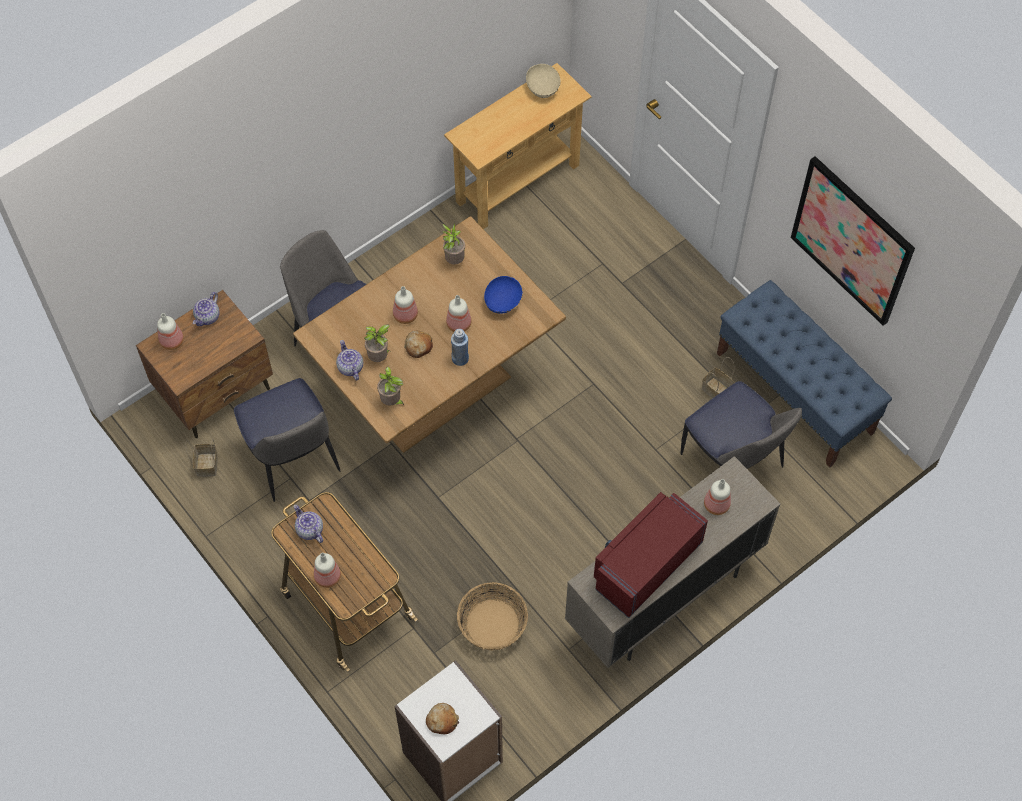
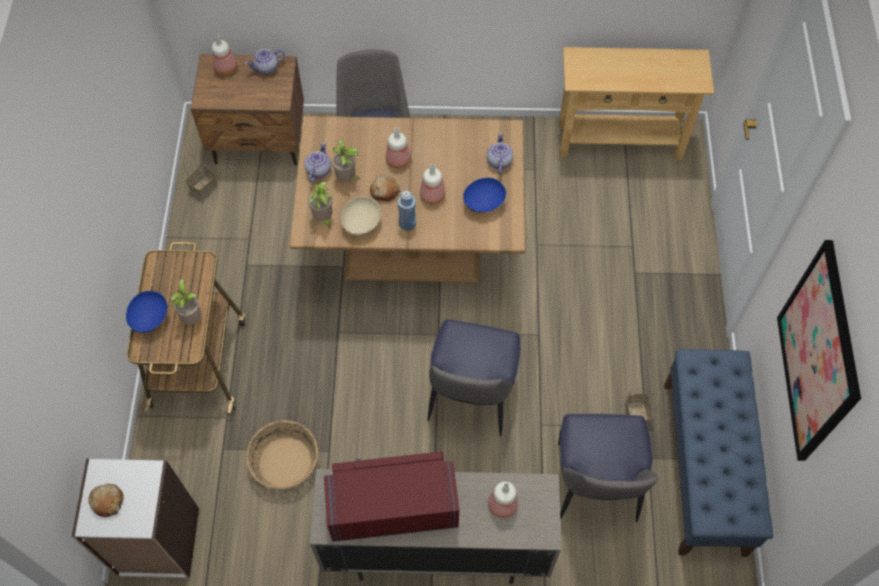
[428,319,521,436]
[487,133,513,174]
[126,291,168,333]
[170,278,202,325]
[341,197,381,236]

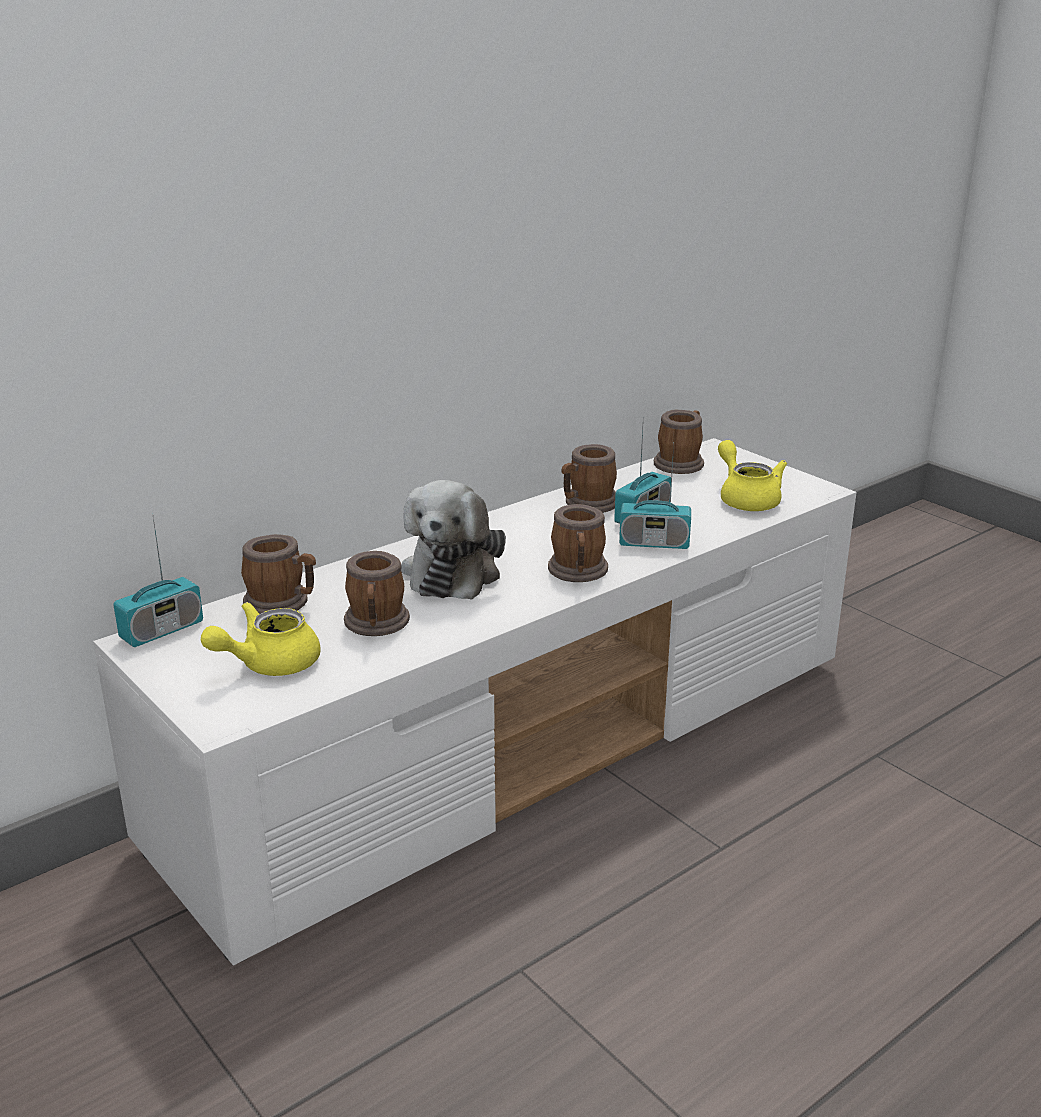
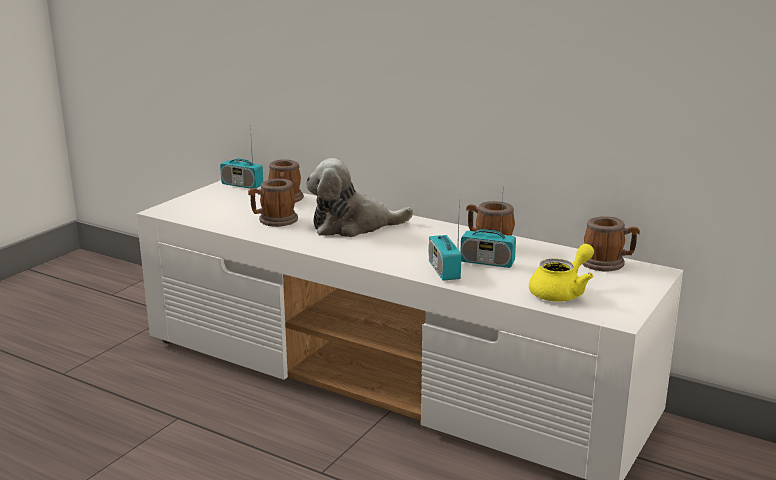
[201,602,321,676] (first image)
[548,504,608,582] (first image)

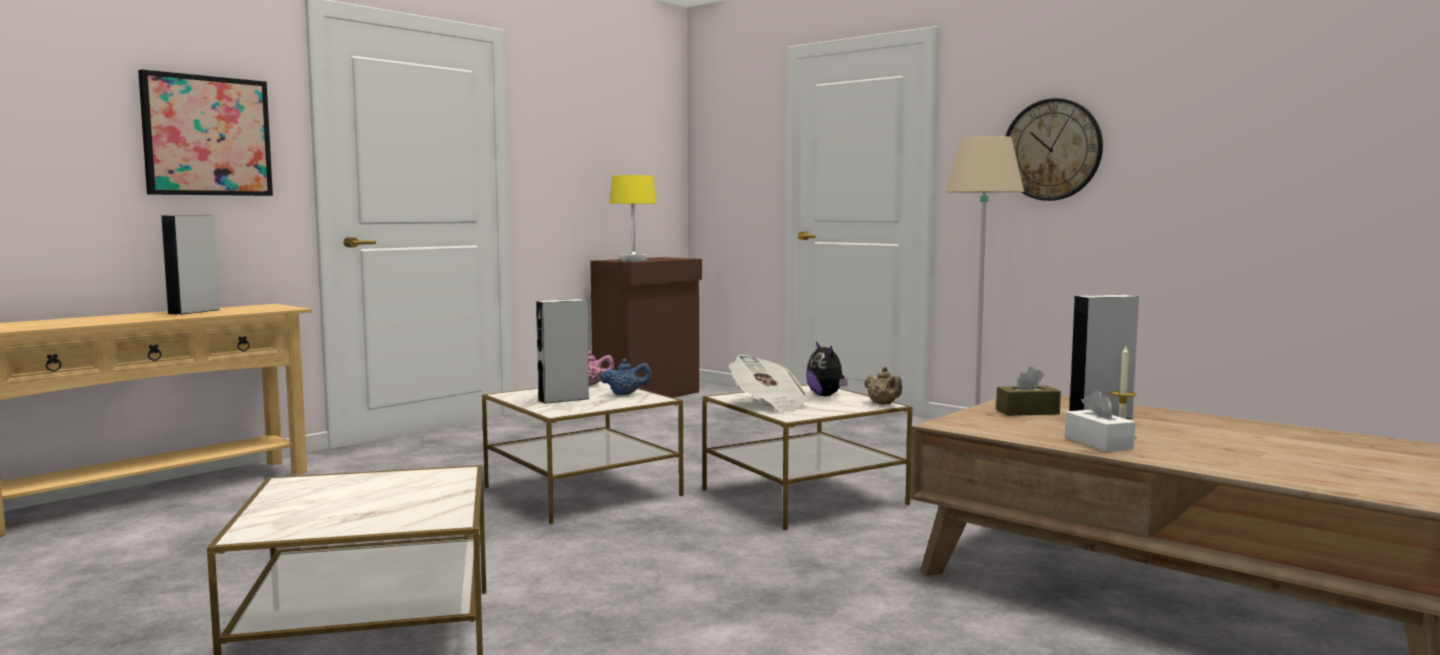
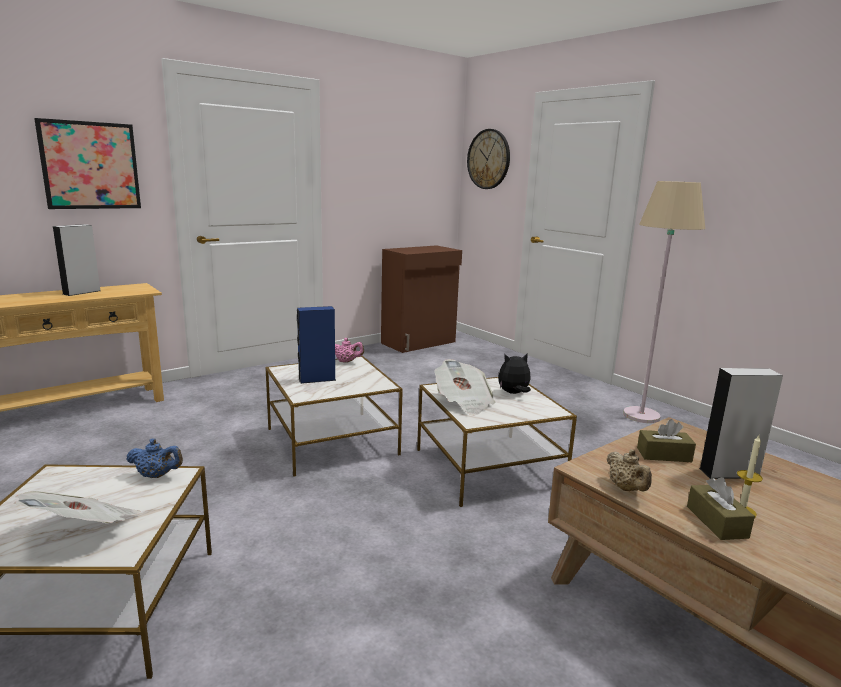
[297,306,336,384]
[126,439,183,478]
[610,175,656,262] (first image)
[498,353,531,394]
[607,449,652,492]
[467,129,510,189]
[687,477,755,540]
[14,491,141,523]

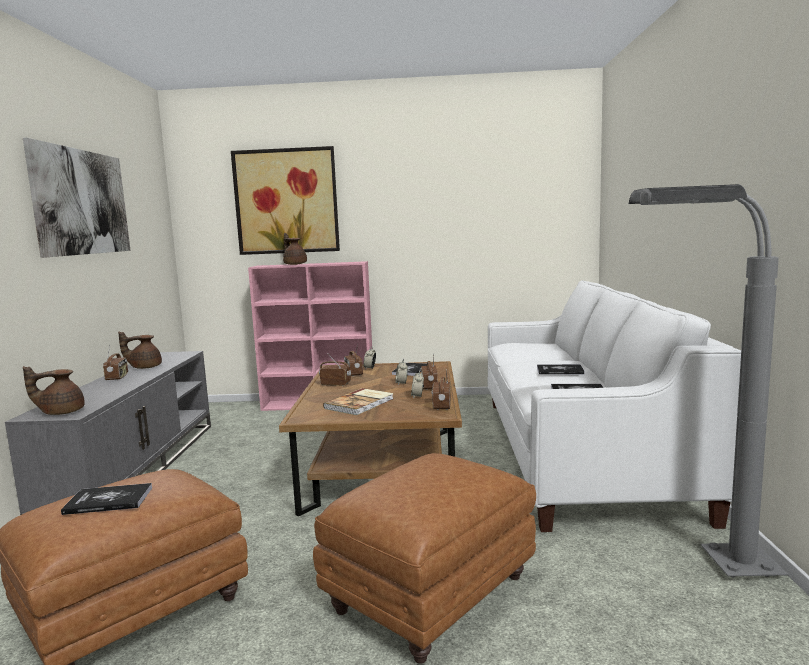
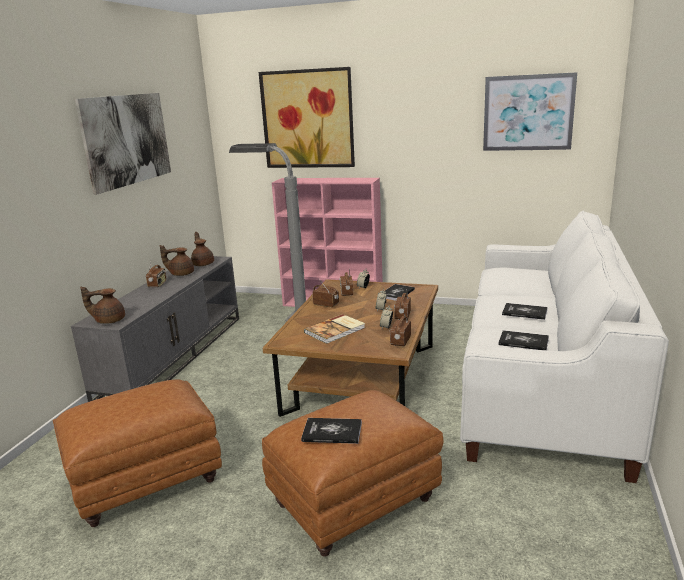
[301,418,362,444]
[191,232,214,266]
[229,143,306,321]
[483,72,577,151]

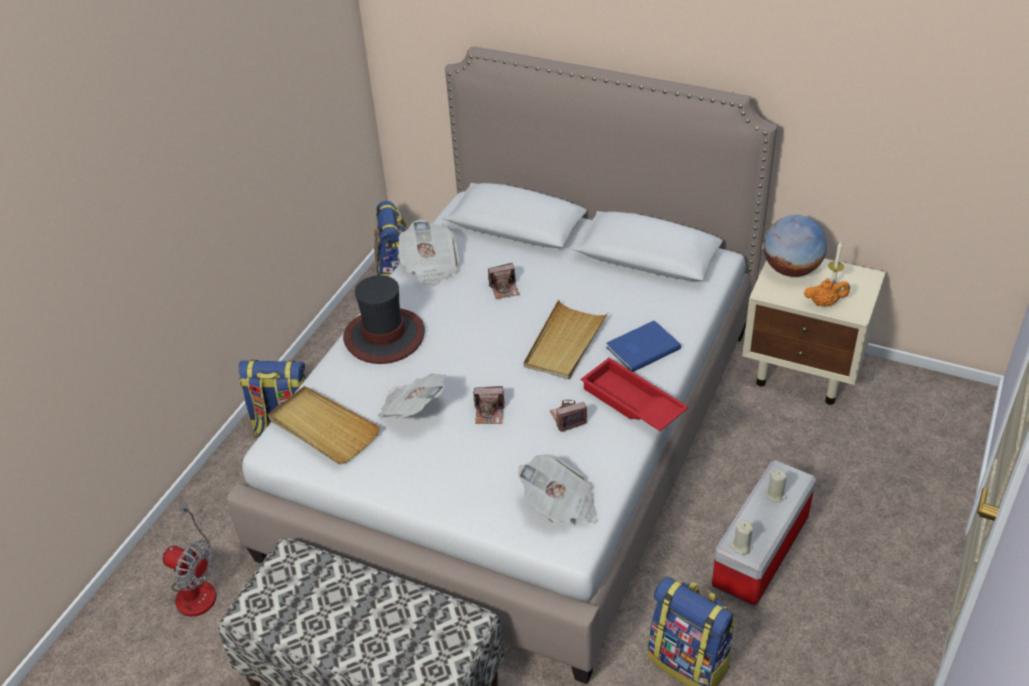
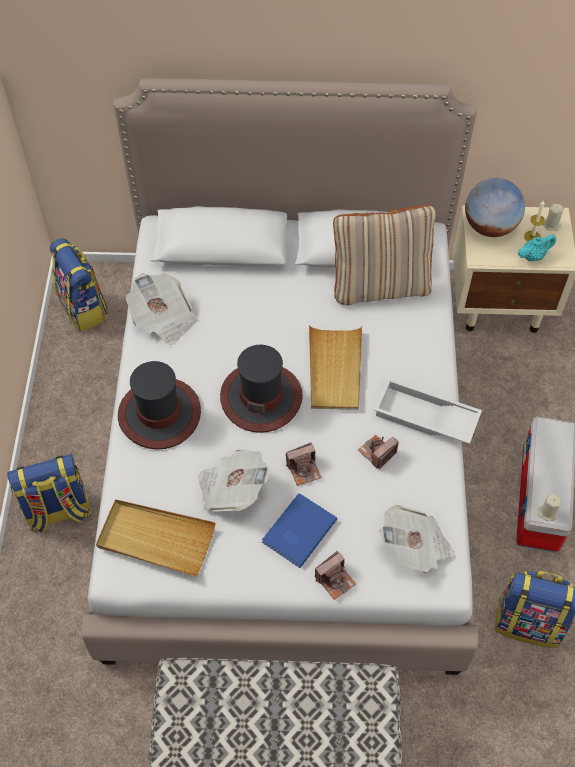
[162,500,217,617] (first image)
[315,551,356,600]
[374,378,482,444]
[262,493,337,568]
[543,204,564,231]
[518,234,556,261]
[220,345,303,433]
[333,205,436,305]

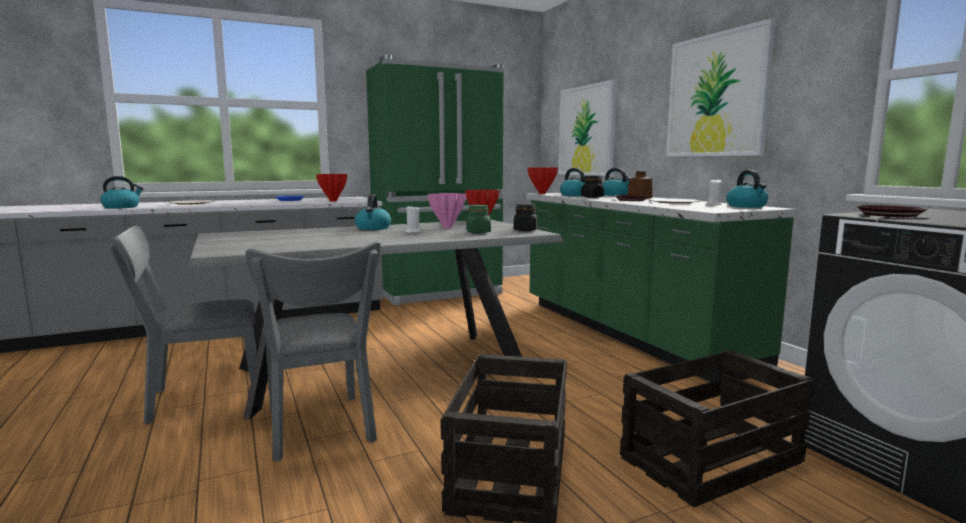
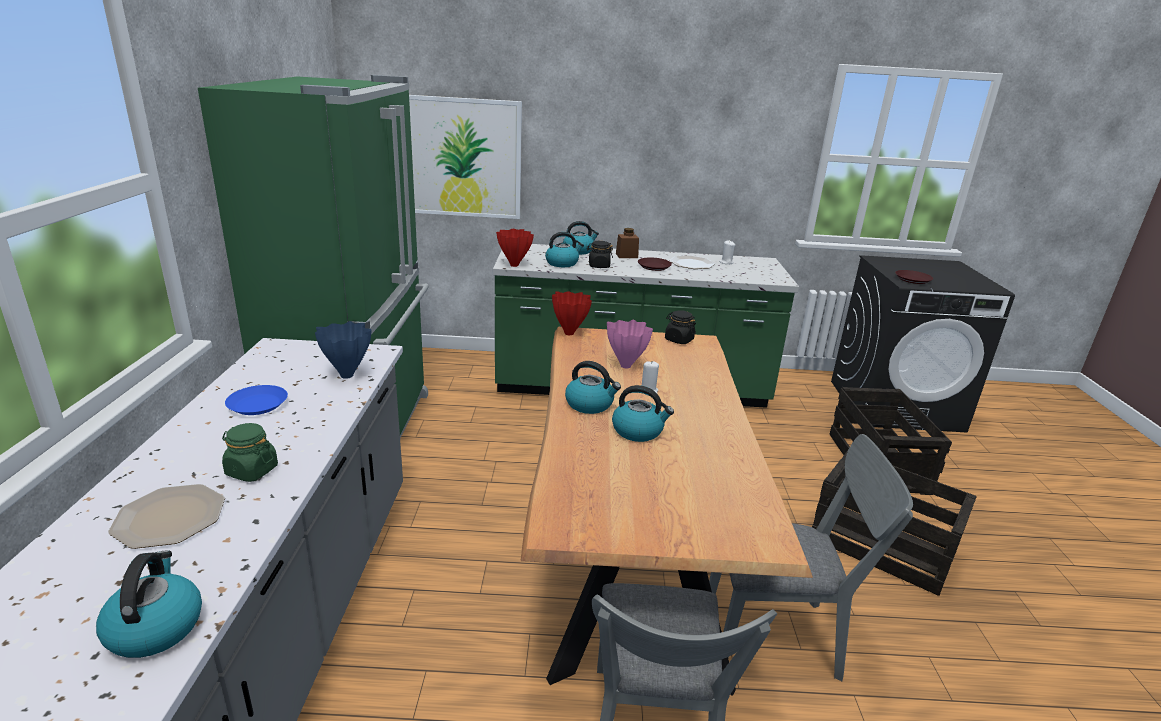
[521,327,813,696]
[315,321,371,379]
[222,423,278,482]
[666,18,776,157] (first image)
[612,385,674,442]

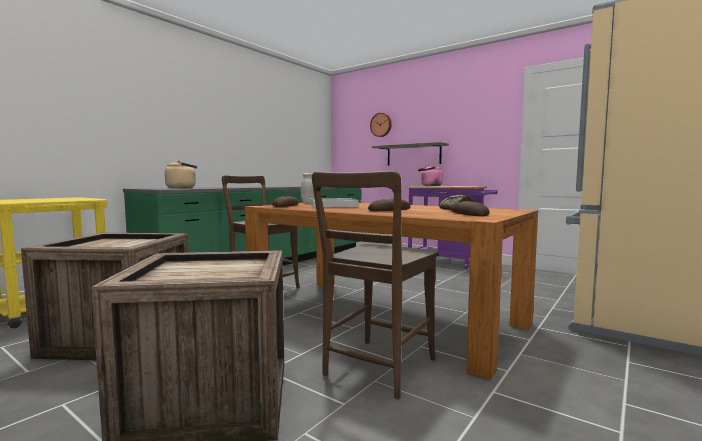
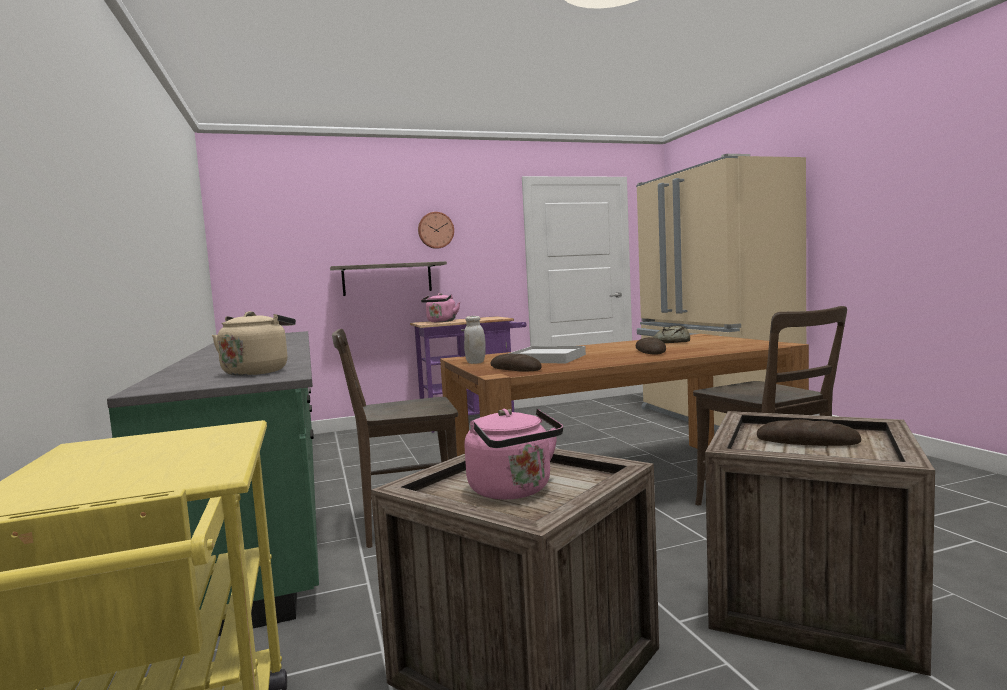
[418,212,454,249]
[757,419,861,446]
[465,409,563,499]

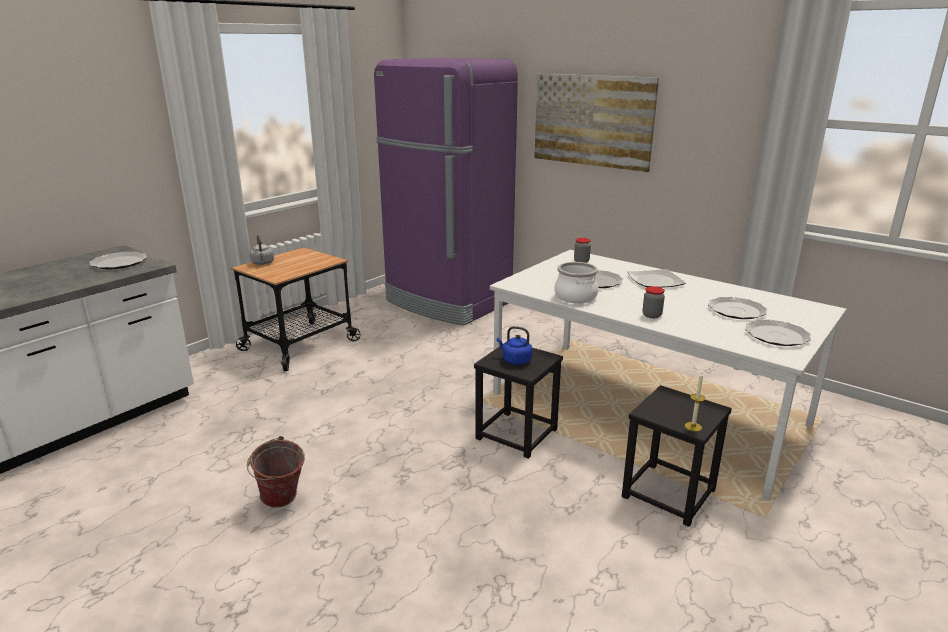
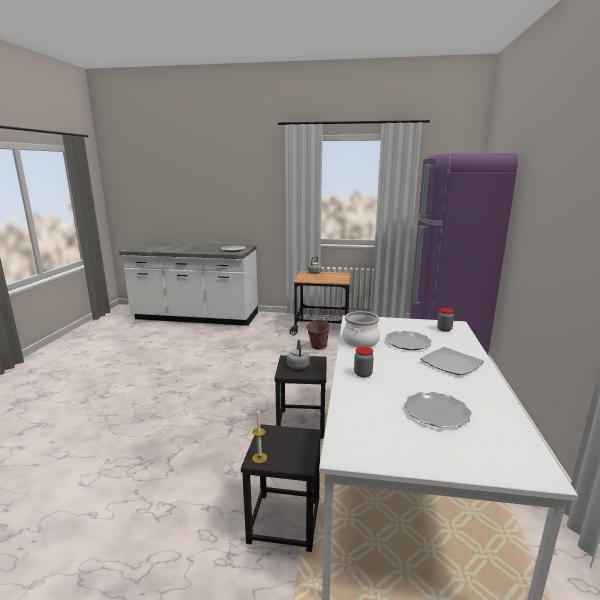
[305,320,330,350]
[287,339,310,369]
[534,73,659,172] (first image)
[745,320,811,346] (first image)

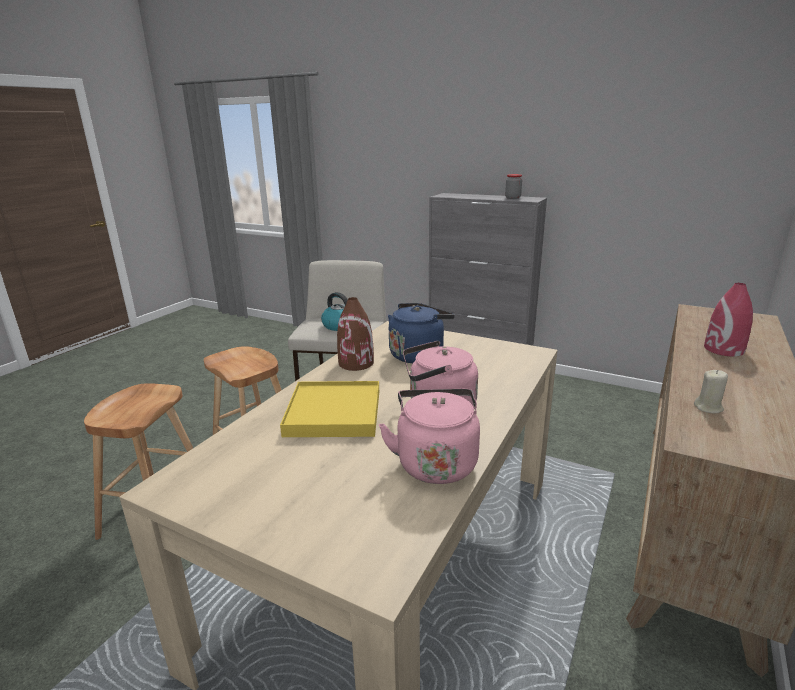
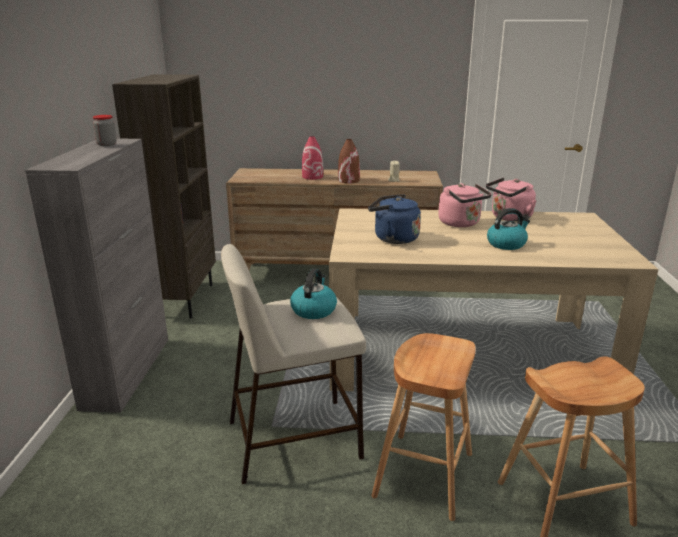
[487,208,530,250]
[338,139,360,183]
[112,74,216,319]

